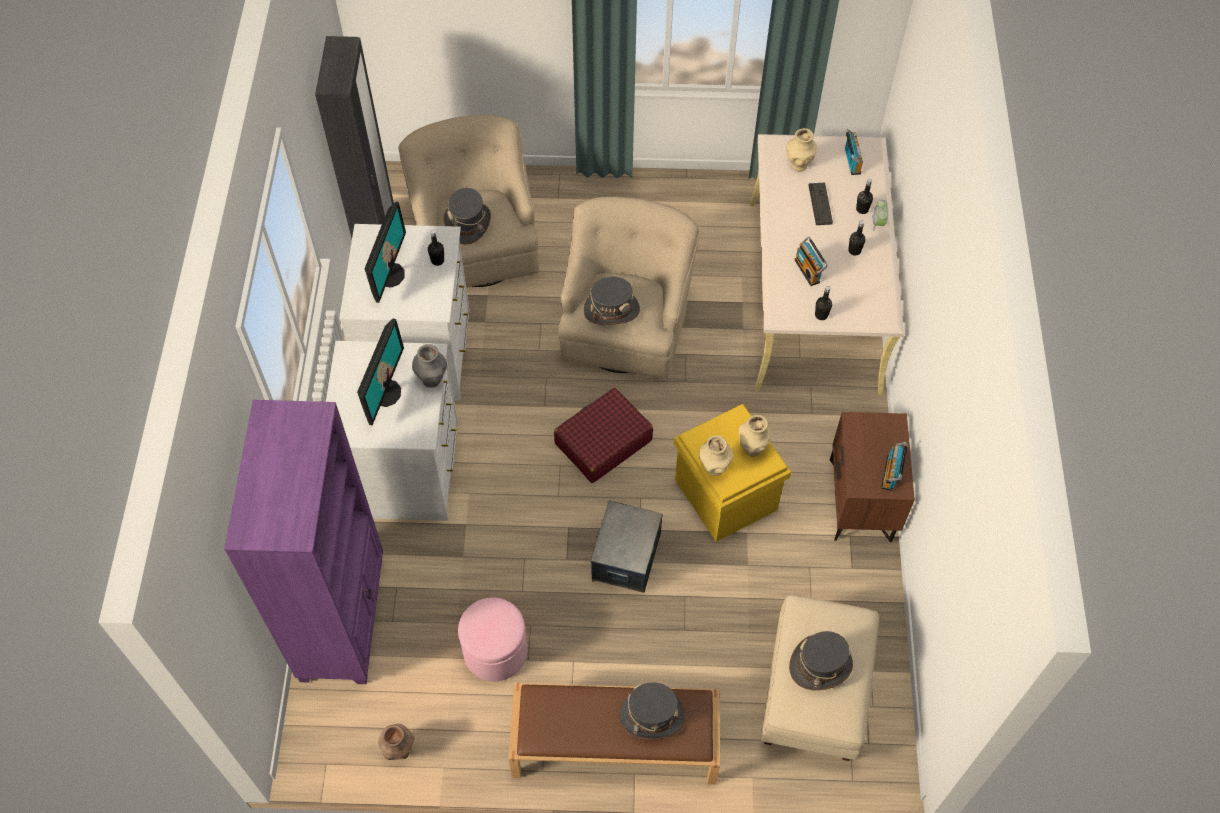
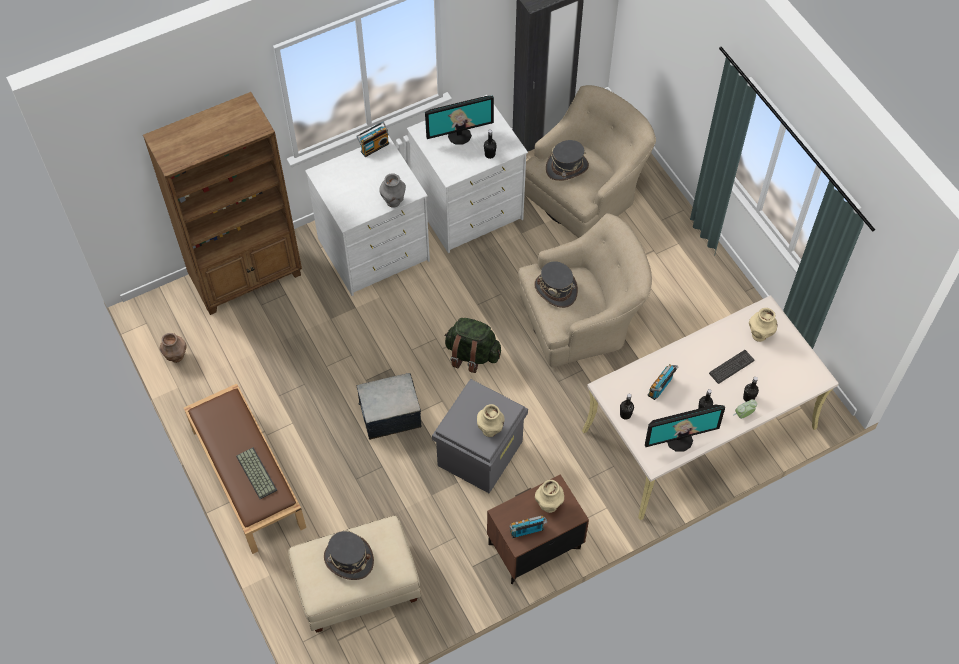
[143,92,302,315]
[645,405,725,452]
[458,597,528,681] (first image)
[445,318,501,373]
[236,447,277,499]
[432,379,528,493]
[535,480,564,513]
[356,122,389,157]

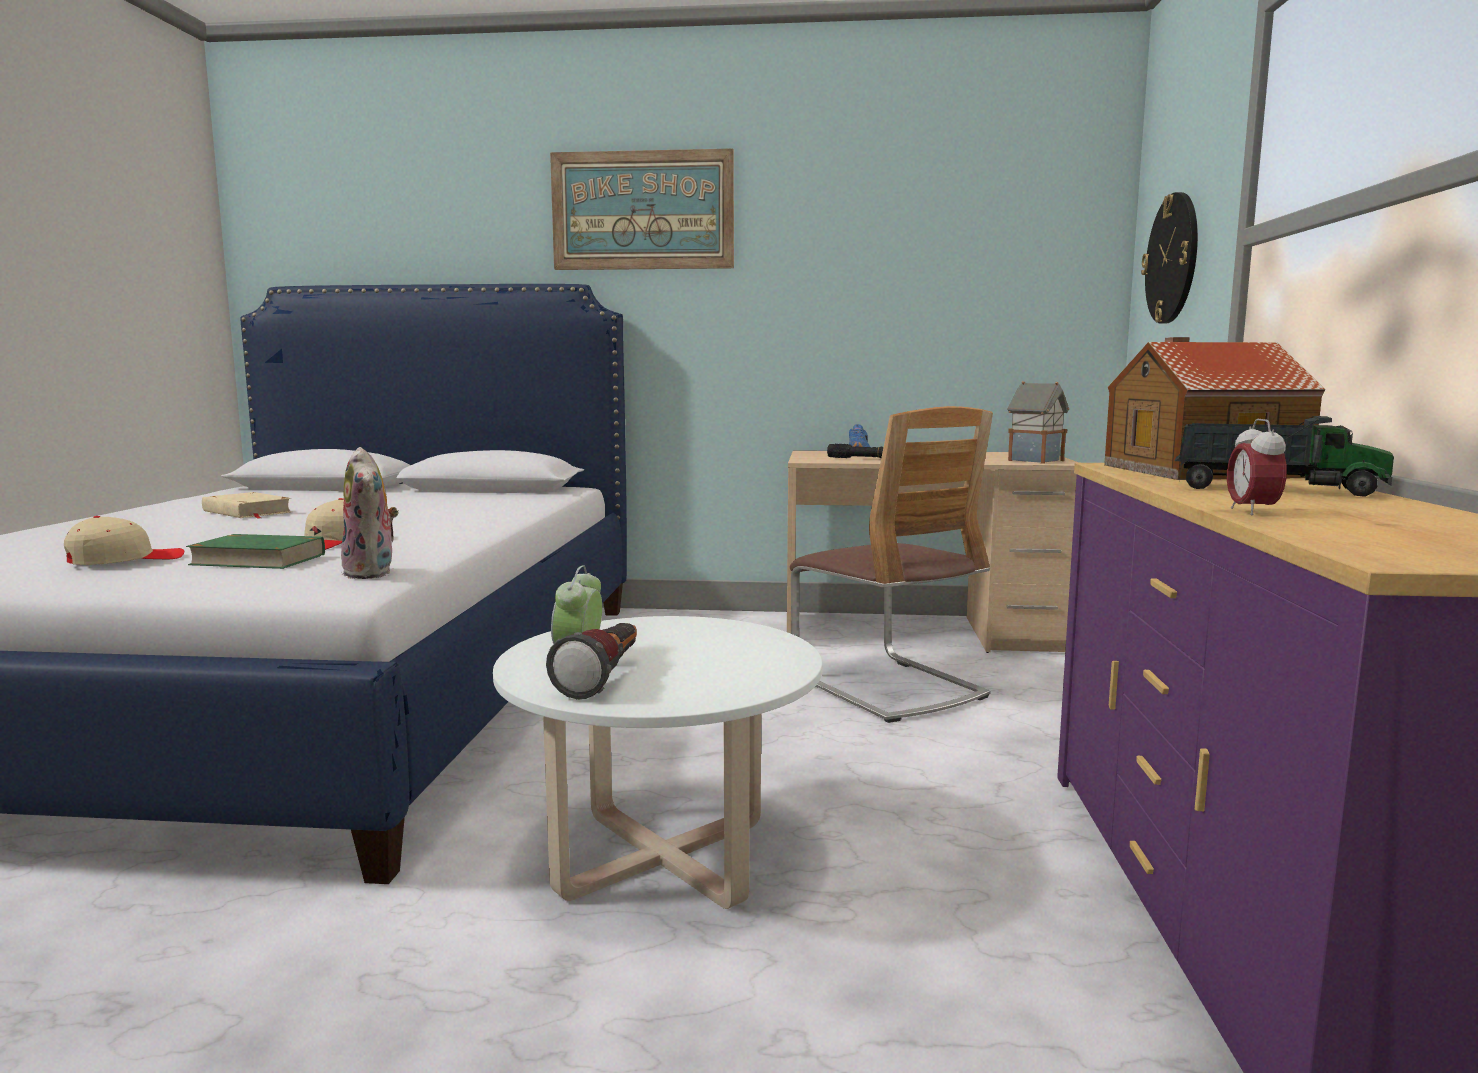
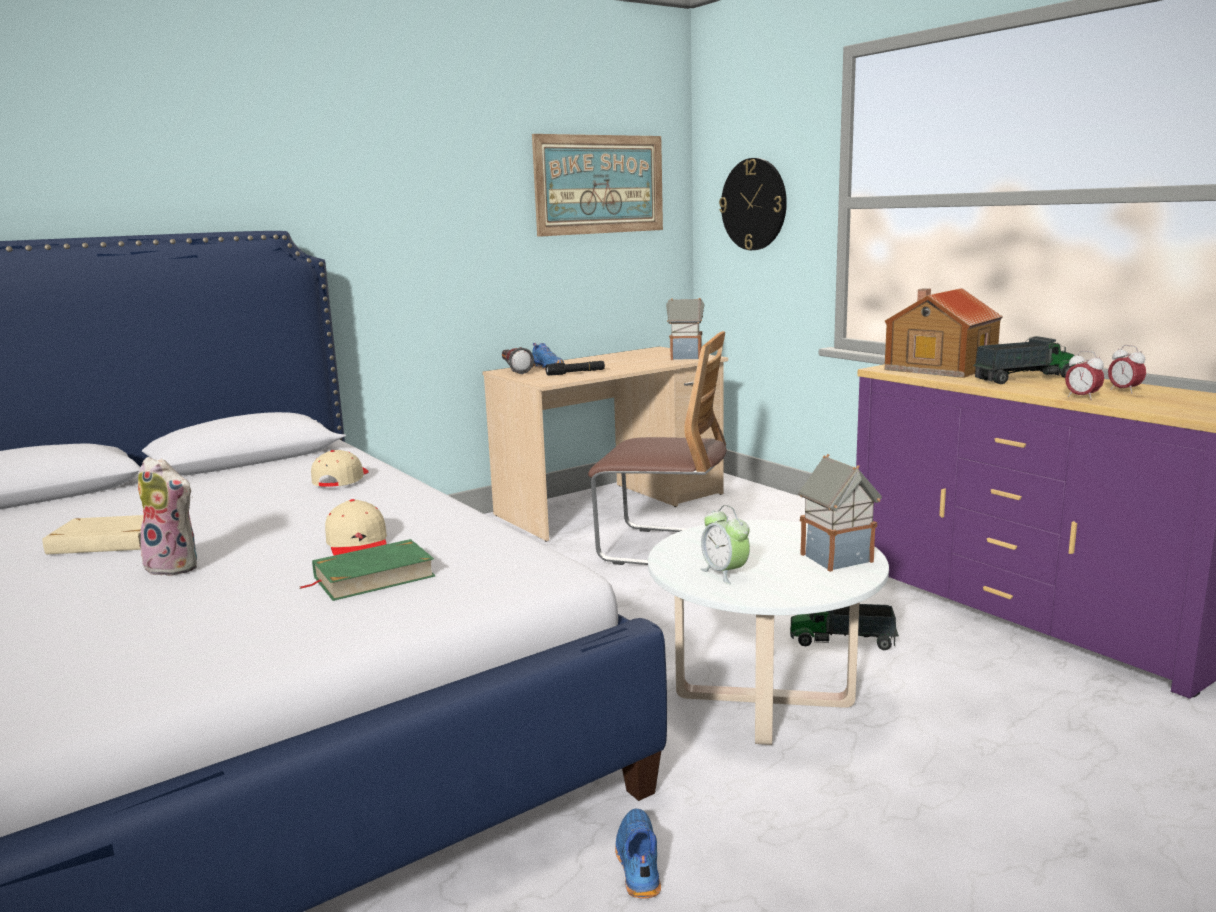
[311,450,369,487]
[136,457,197,576]
[502,347,534,374]
[532,134,663,237]
[615,809,661,898]
[790,604,899,650]
[798,454,882,572]
[1108,345,1146,394]

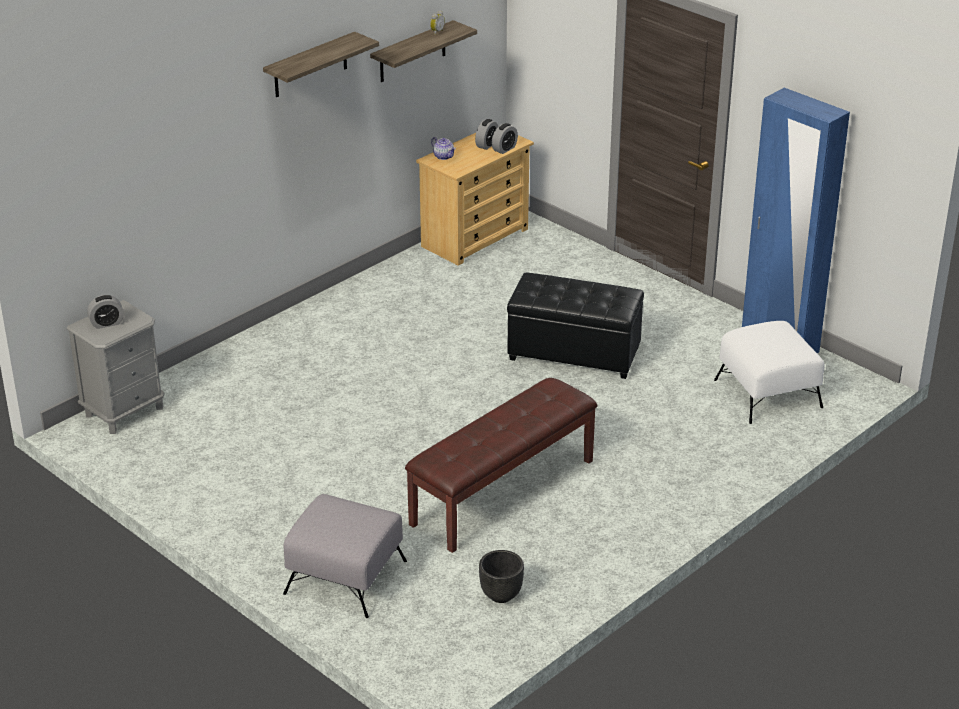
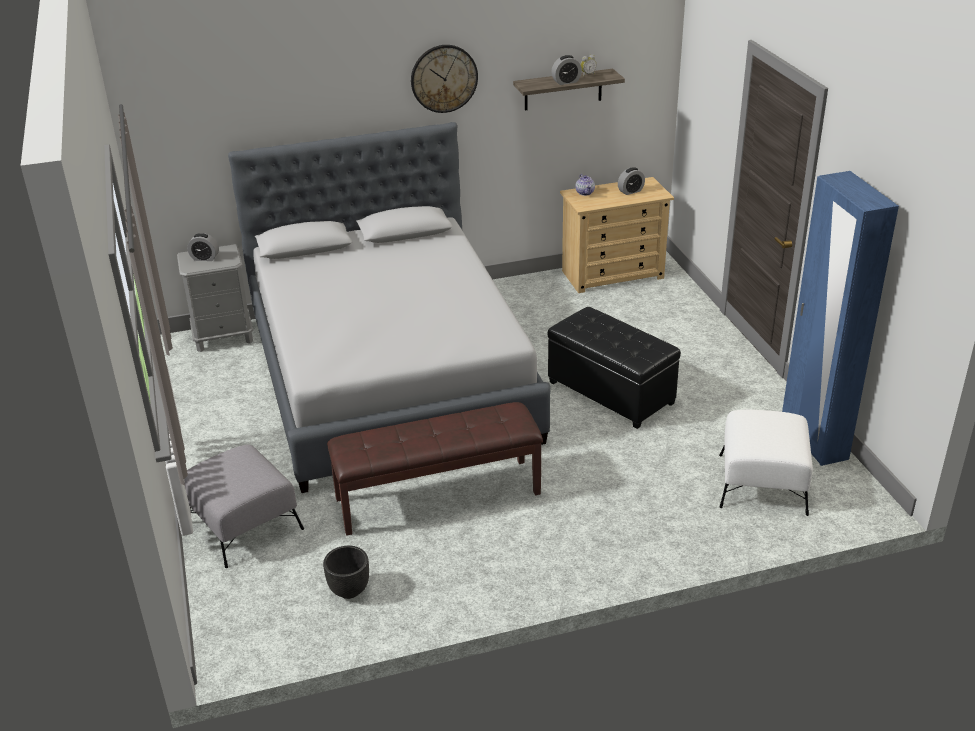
[411,45,478,113]
[551,55,582,85]
[228,122,551,493]

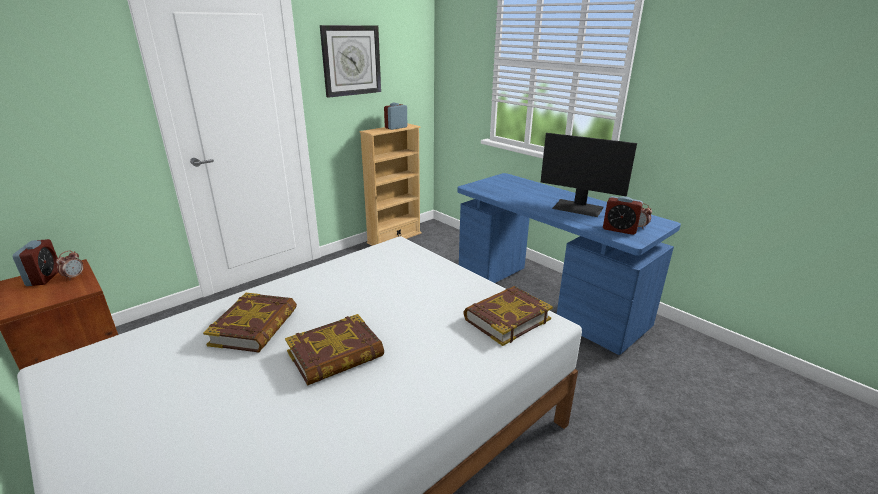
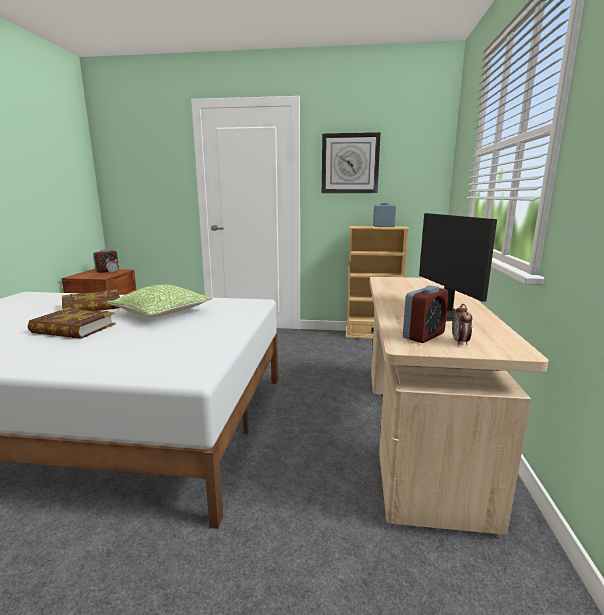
[370,277,549,535]
[463,286,553,346] (first image)
[403,285,449,343]
[108,284,212,317]

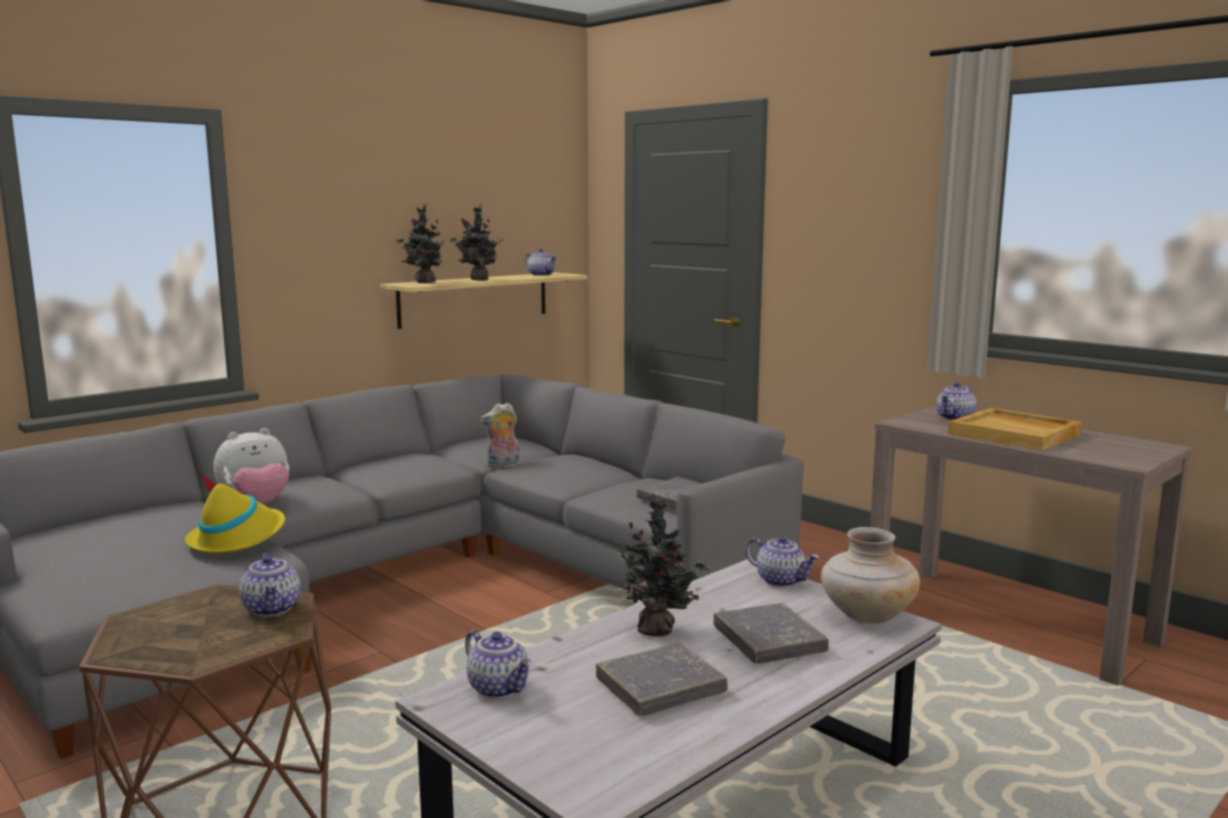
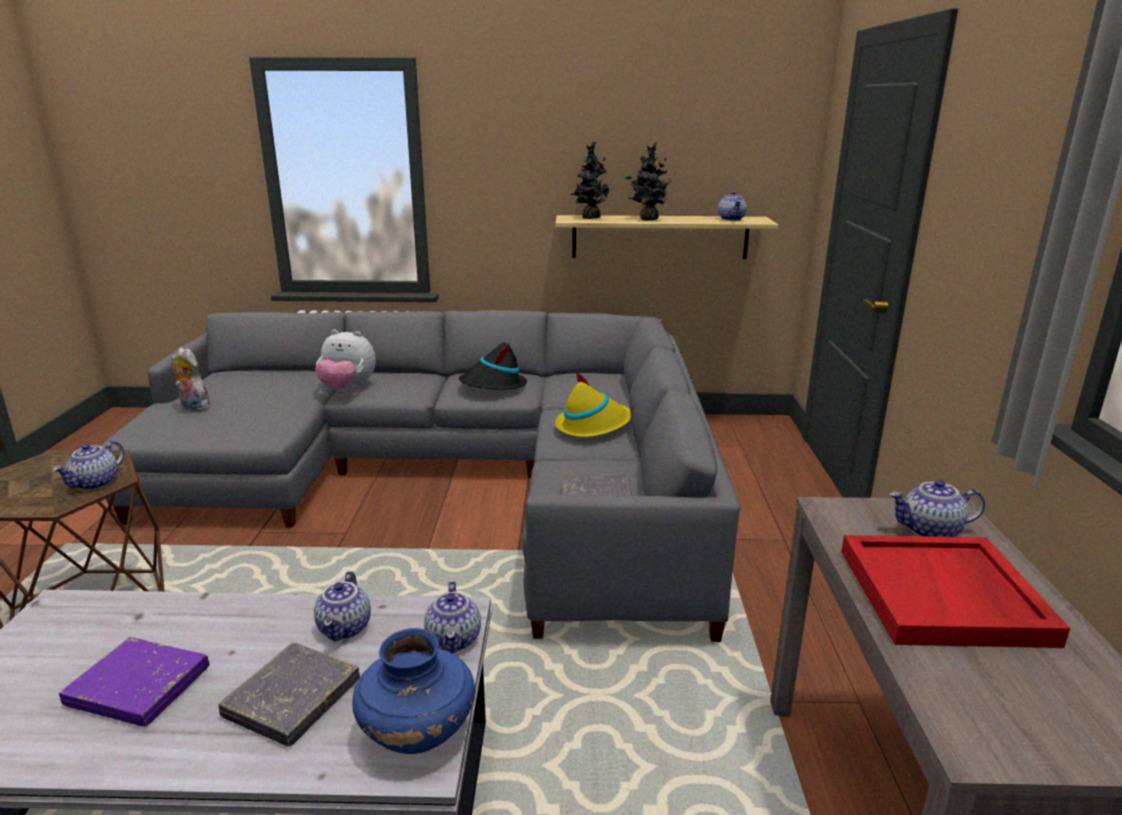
[555,369,631,437]
[314,571,371,641]
[172,348,210,412]
[59,637,210,726]
[610,493,710,637] (first image)
[352,628,475,754]
[841,535,1070,648]
[459,342,527,390]

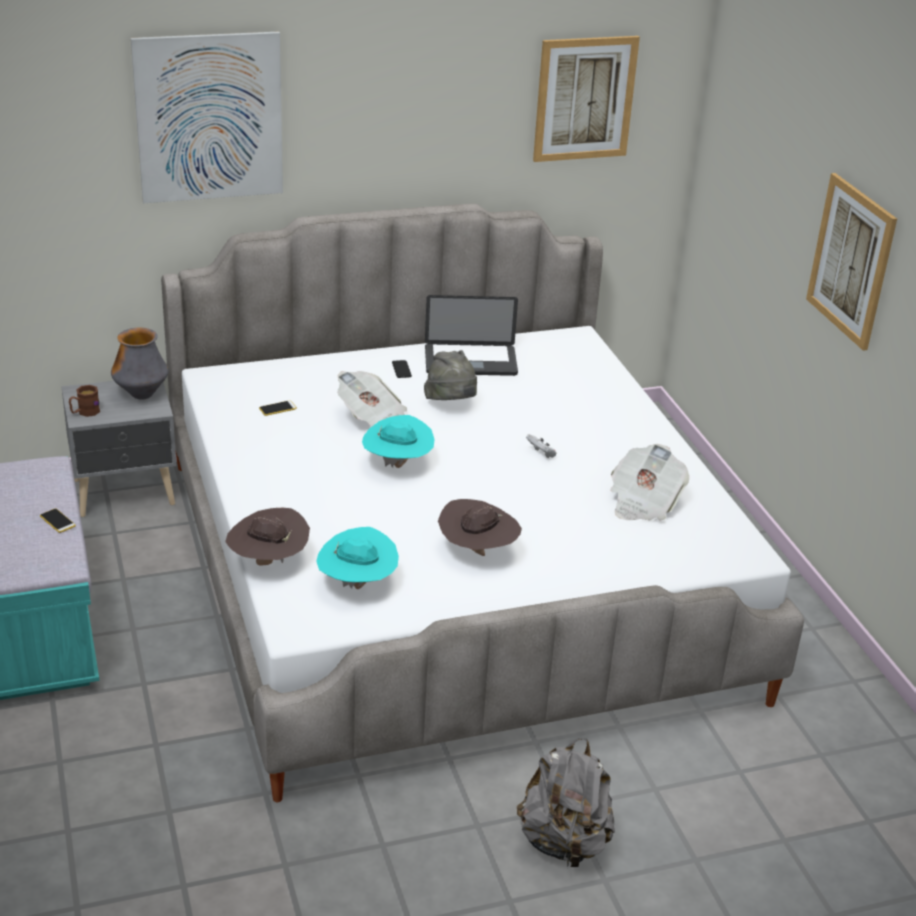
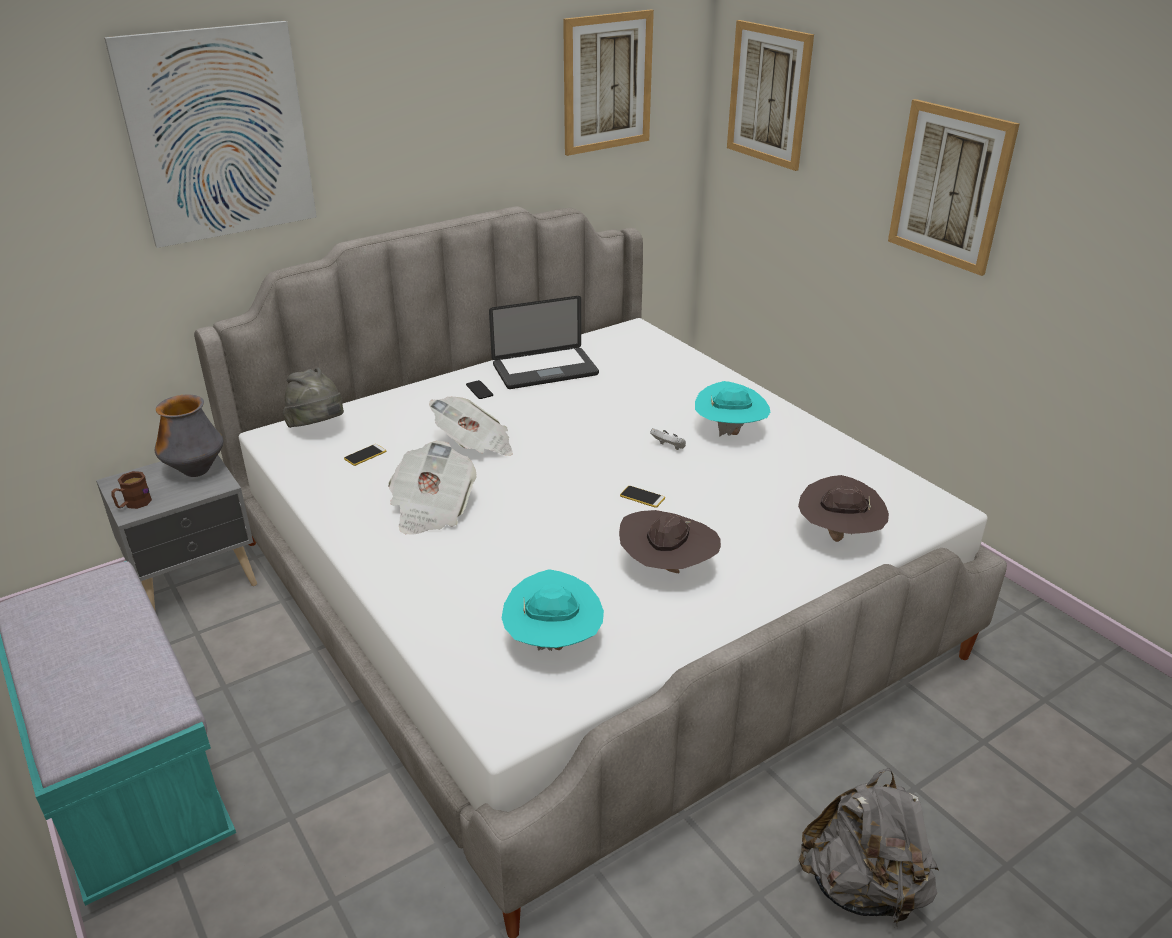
[620,486,665,508]
[798,475,889,542]
[695,381,770,436]
[283,367,344,428]
[388,441,477,535]
[727,20,814,171]

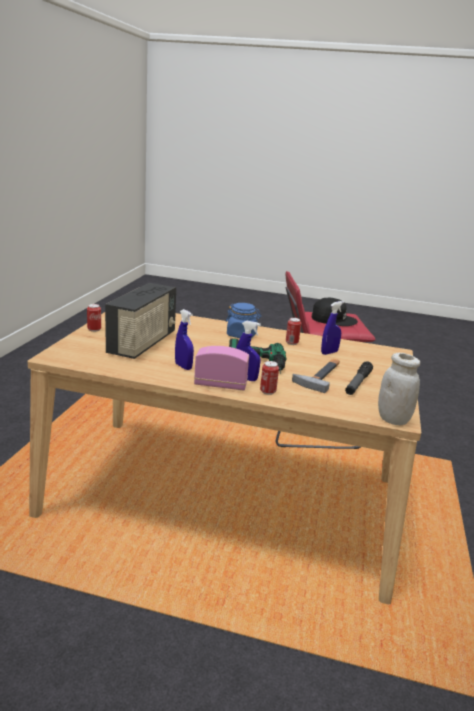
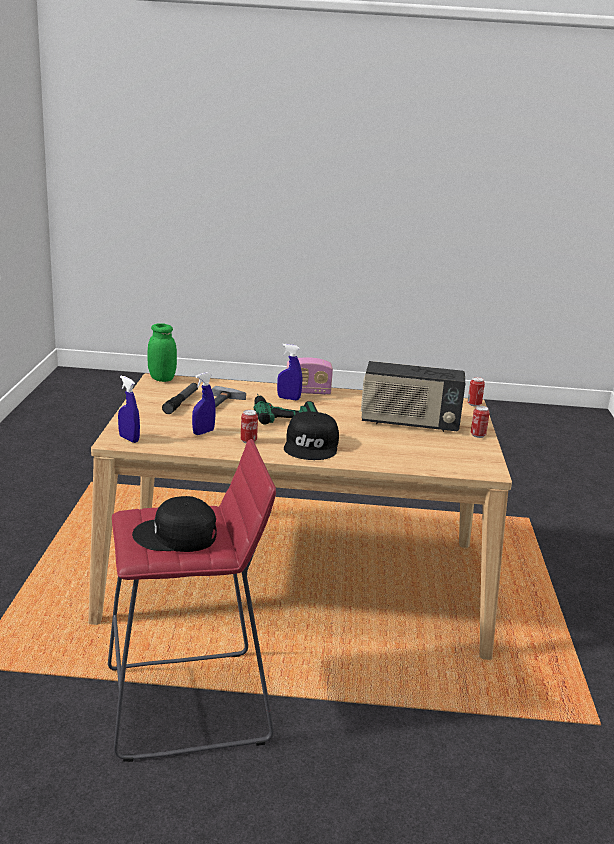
[361,361,465,432]
[118,376,140,443]
[284,412,339,460]
[467,377,485,407]
[147,323,177,382]

